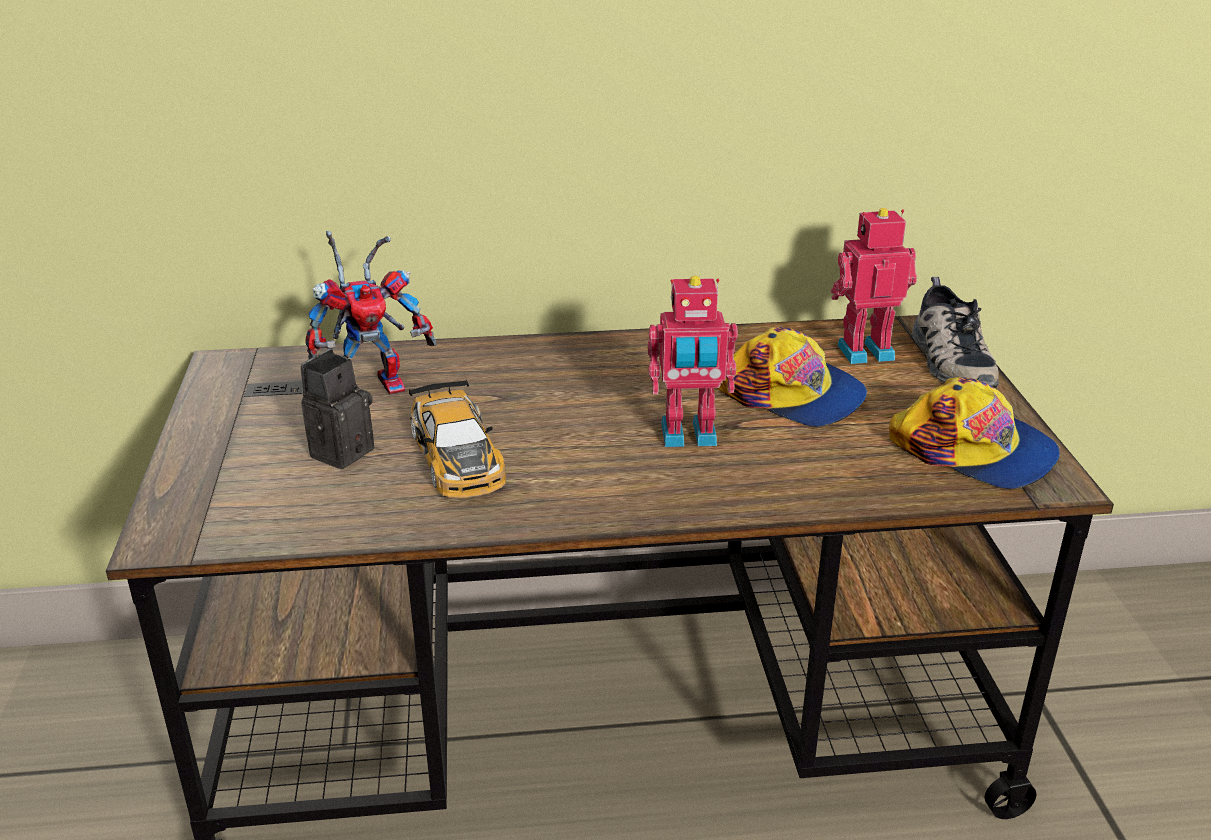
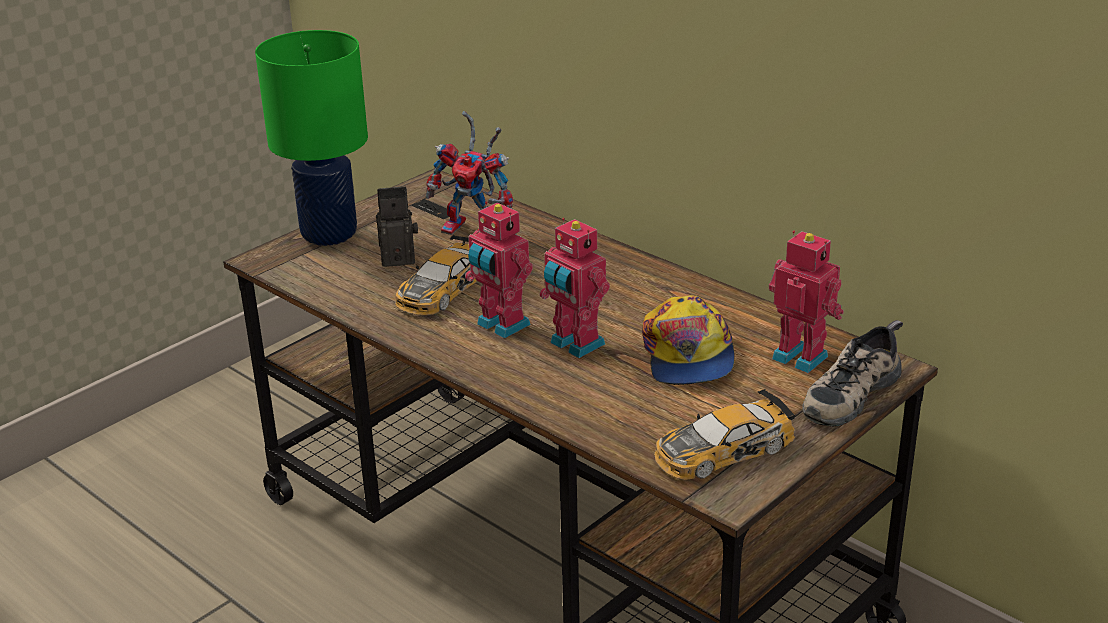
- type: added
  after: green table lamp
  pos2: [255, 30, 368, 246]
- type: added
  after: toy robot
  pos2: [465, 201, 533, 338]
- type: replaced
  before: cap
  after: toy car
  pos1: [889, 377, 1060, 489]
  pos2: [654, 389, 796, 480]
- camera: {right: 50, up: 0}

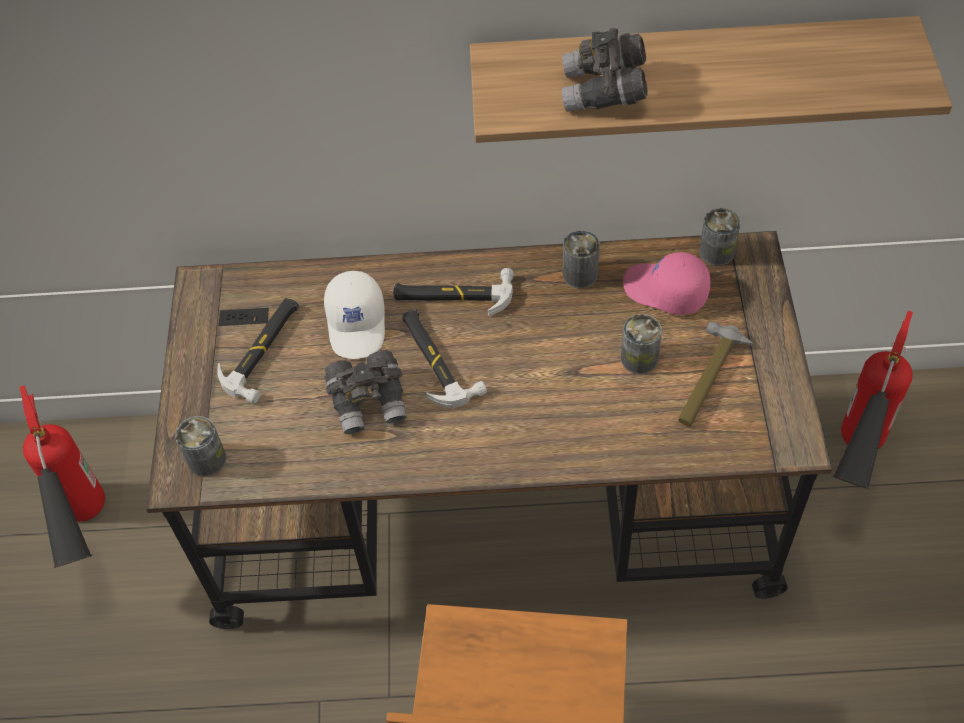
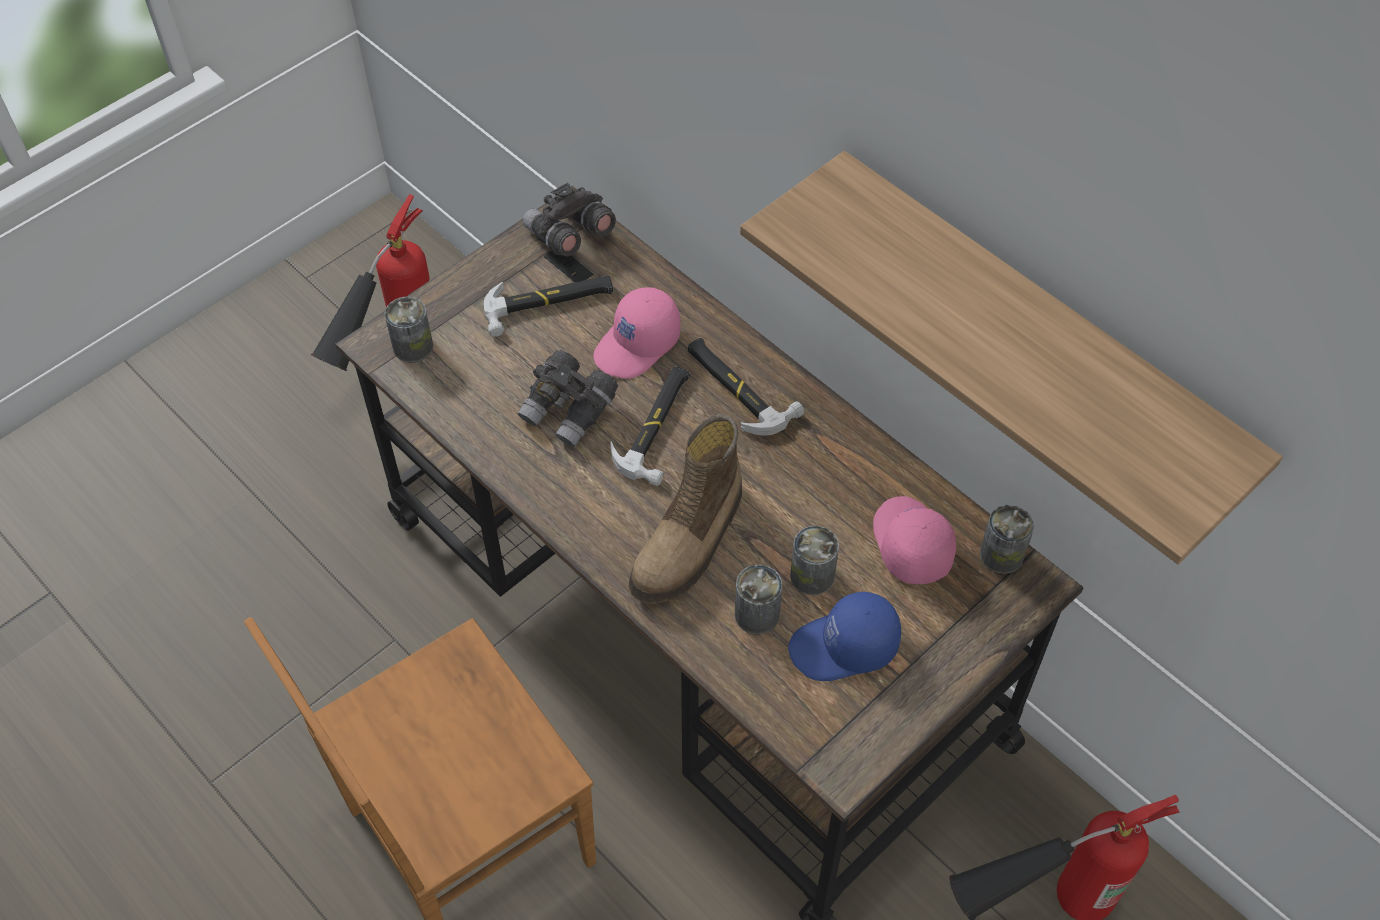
- type: added
  after: boot
  pos2: [629, 414, 742, 604]
- type: moved
  before: grey binoculars
  pos1: [562, 28, 648, 112]
  pos2: [523, 183, 616, 256]
- type: moved
  before: can
  pos1: [563, 230, 600, 289]
  pos2: [735, 564, 782, 635]
- type: replaced
  before: hammer
  after: blue cap
  pos1: [678, 322, 753, 426]
  pos2: [788, 591, 901, 681]
- type: recoloured
  before: white cap
  after: pink cap
  pos1: [324, 271, 385, 359]
  pos2: [593, 287, 680, 379]
- camera: {right: 45, up: 0}

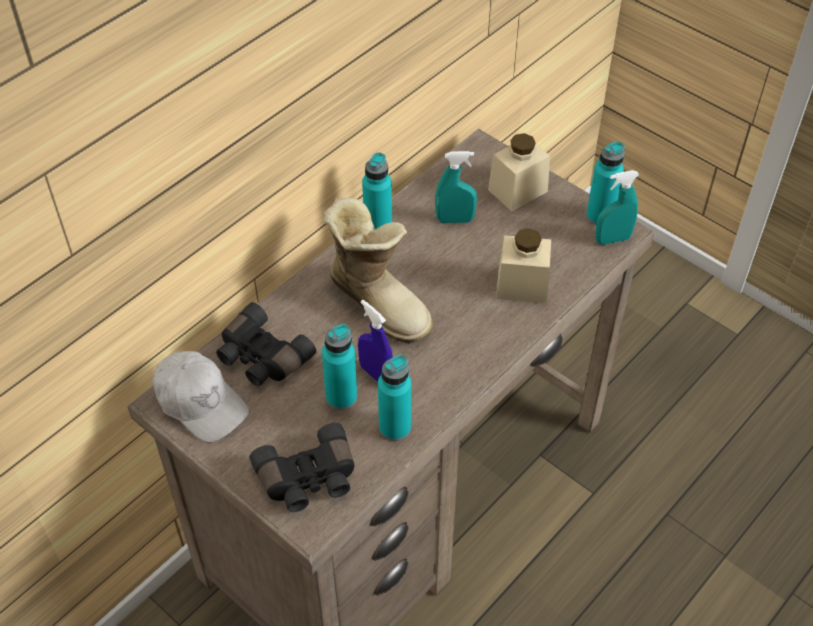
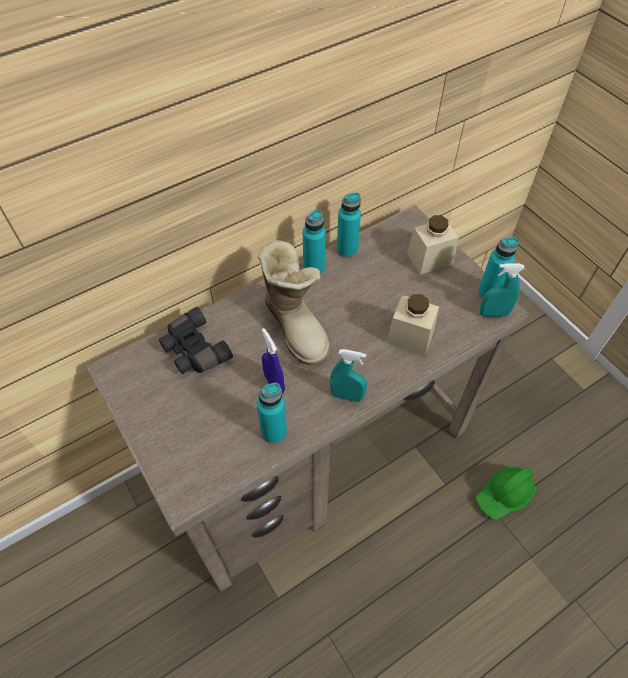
- type: removed
  before: white cap
  pos1: [152, 351, 249, 443]
- type: removed
  before: black binoculars
  pos1: [250, 423, 354, 512]
- type: added
  after: green hard hat
  pos2: [475, 466, 536, 520]
- type: moved
  before: turquoise bottle
  pos1: [322, 324, 357, 410]
  pos2: [337, 192, 361, 257]
- type: moved
  before: turquoise spray bottle
  pos1: [435, 151, 477, 223]
  pos2: [330, 349, 367, 402]
- camera: {right: 15, up: 5}

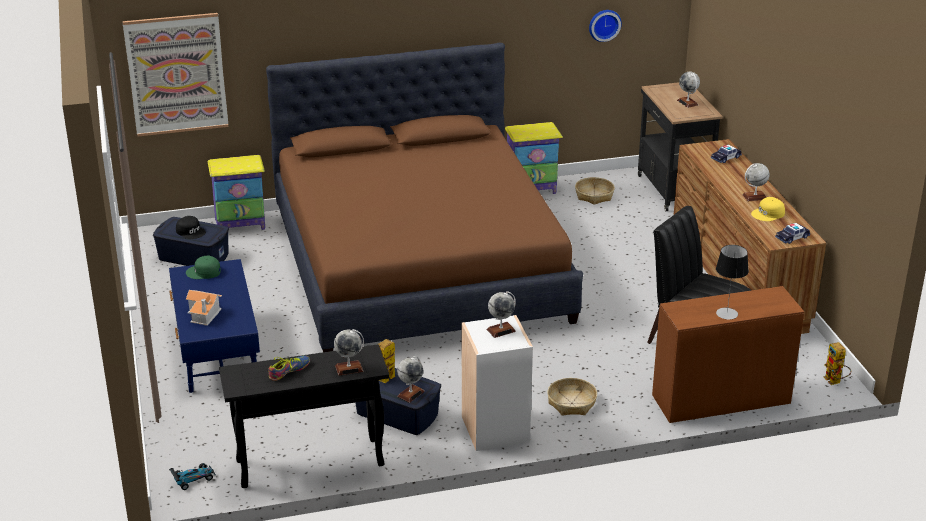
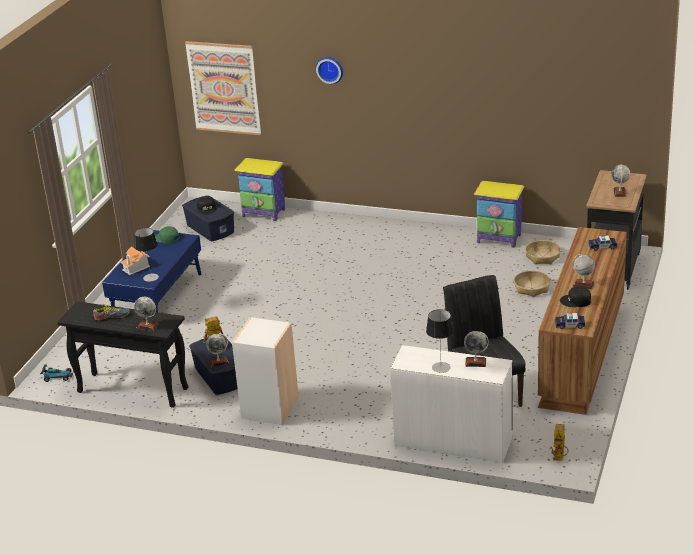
- type: removed
  before: brown bed
  pos1: [266, 43, 583, 352]
- type: added
  after: table lamp
  pos2: [135, 228, 159, 282]
- type: moved
  before: globe
  pos1: [487, 291, 516, 338]
  pos2: [464, 331, 489, 367]
- type: moved
  before: basket
  pos1: [547, 378, 597, 416]
  pos2: [514, 271, 551, 297]
- type: moved
  before: wall clock
  pos1: [589, 10, 622, 42]
  pos2: [316, 57, 343, 84]
- type: recoloured
  before: brown desk
  after: white desk
  pos1: [652, 286, 804, 423]
  pos2: [390, 345, 513, 463]
- type: recoloured
  before: yellow cap
  after: black cap
  pos1: [751, 197, 785, 221]
  pos2: [560, 286, 591, 307]
- camera: {right: 35, up: 0}

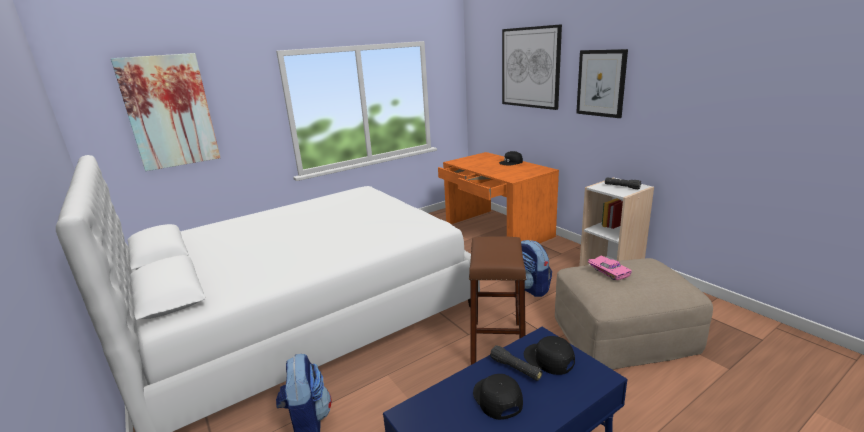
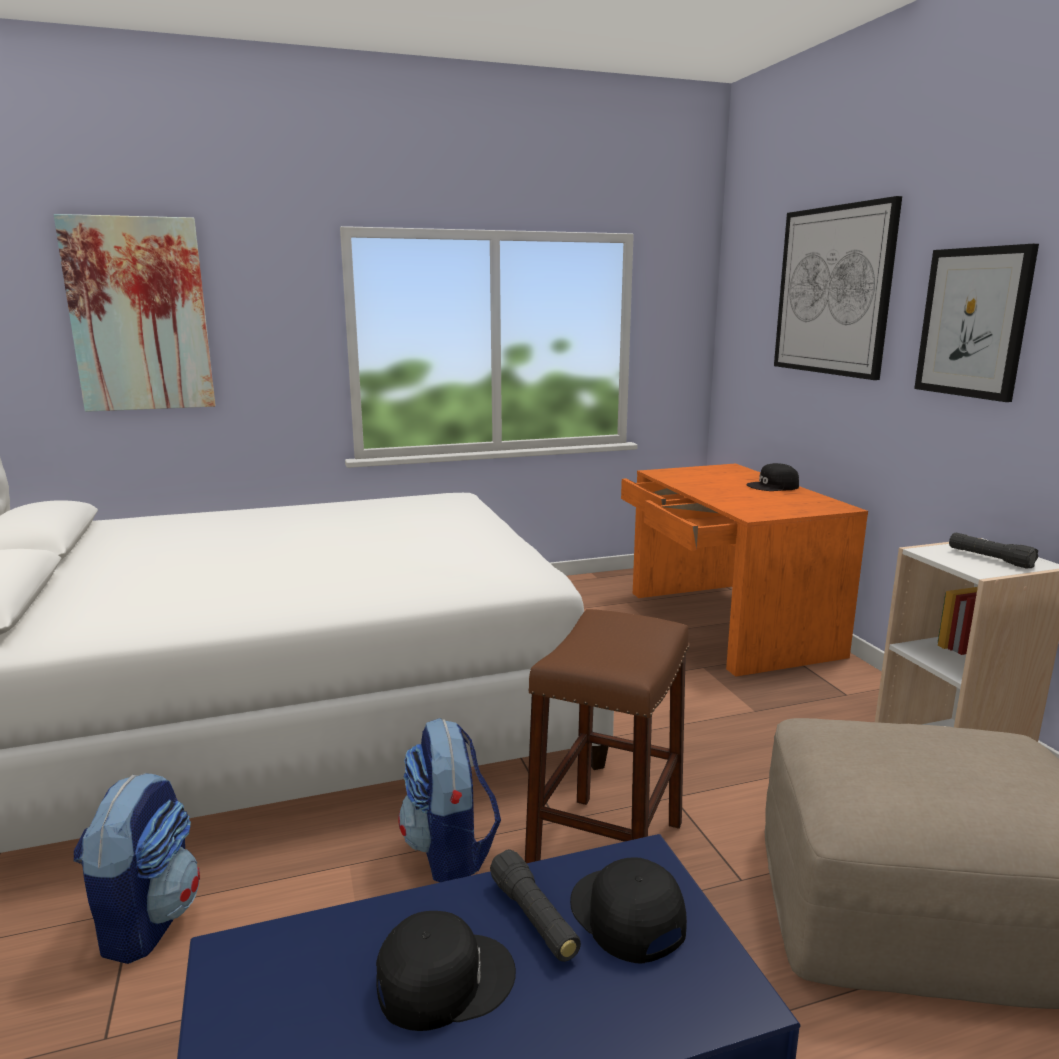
- type: removed
  before: pink toy car
  pos1: [588, 255, 632, 280]
- type: moved
  before: backpack
  pos1: [521, 240, 552, 297]
  pos2: [398, 718, 501, 882]
- type: turned
  before: black cap
  pos1: [473, 374, 523, 420]
  pos2: [376, 911, 516, 1031]
  turn: 75
- camera: {right: 15, up: -5}

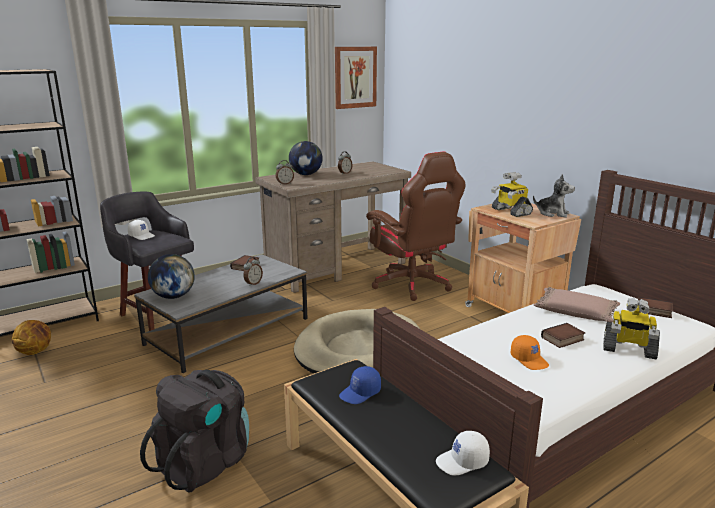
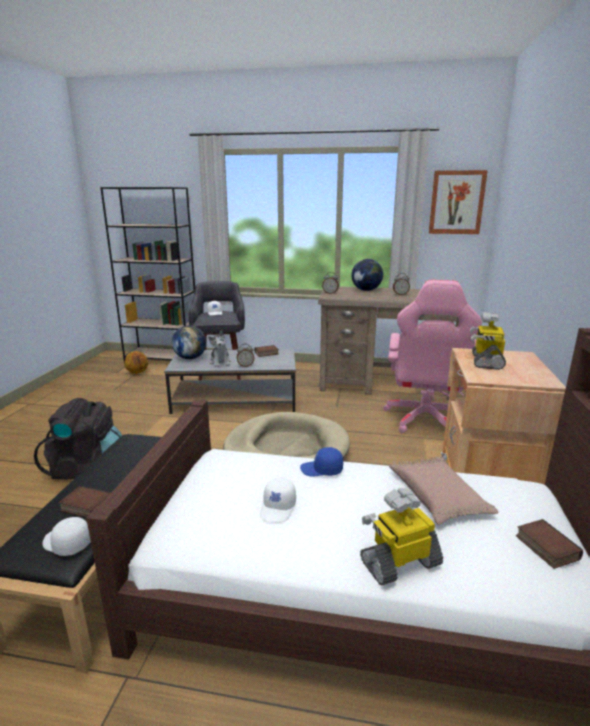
- type: moved
  before: blue cap
  pos1: [339, 366, 381, 404]
  pos2: [300, 447, 343, 477]
- type: moved
  before: plush toy
  pos1: [533, 174, 575, 218]
  pos2: [208, 331, 231, 367]
- type: moved
  before: book
  pos1: [541, 323, 585, 348]
  pos2: [58, 486, 112, 518]
- type: recoloured
  before: brown office chair
  after: pink office chair
  pos1: [366, 152, 465, 301]
  pos2: [383, 280, 482, 433]
- type: recoloured
  before: orange cap
  after: white cap
  pos1: [511, 335, 549, 370]
  pos2: [260, 478, 296, 523]
- type: turned
  before: toy robot
  pos1: [603, 298, 660, 360]
  pos2: [360, 488, 443, 585]
  turn: 90
- camera: {right: 45, up: 0}

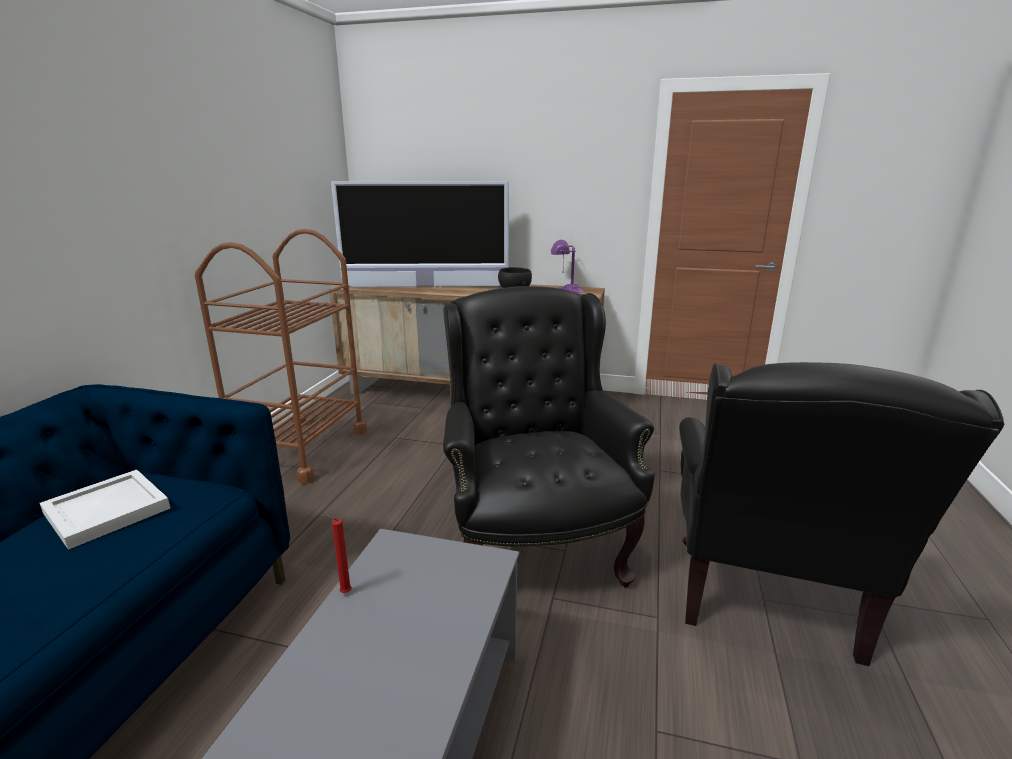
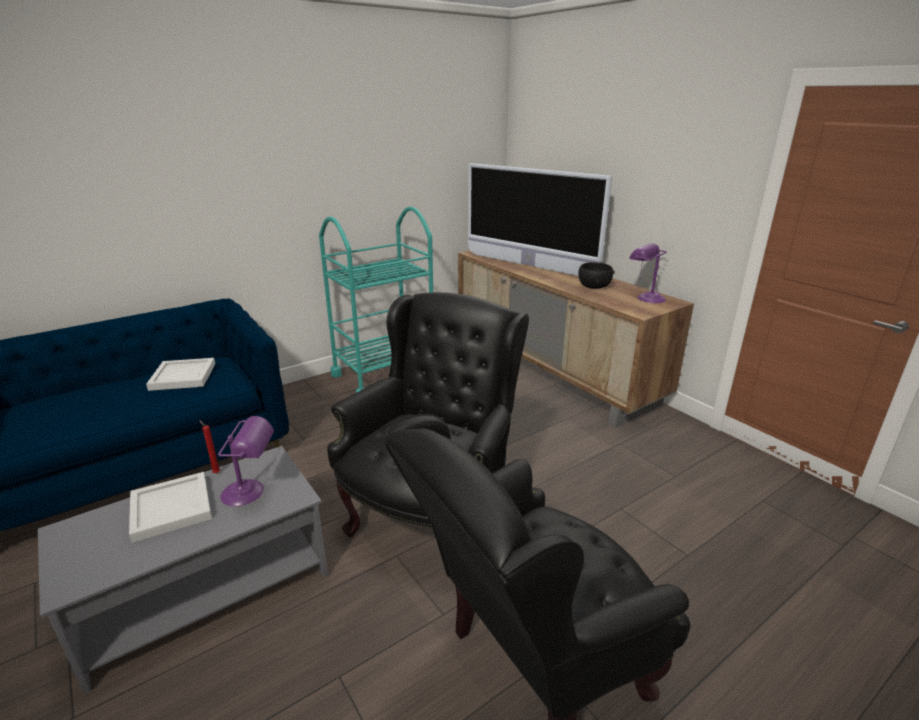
- type: added
  after: white tray
  pos2: [129, 472, 212, 543]
- type: added
  after: purple table lamp
  pos2: [218, 416, 274, 506]
- type: recoloured
  before: brown cart
  after: turquoise cart
  pos1: [195, 229, 367, 484]
  pos2: [319, 207, 433, 393]
- camera: {right: 40, up: 5}

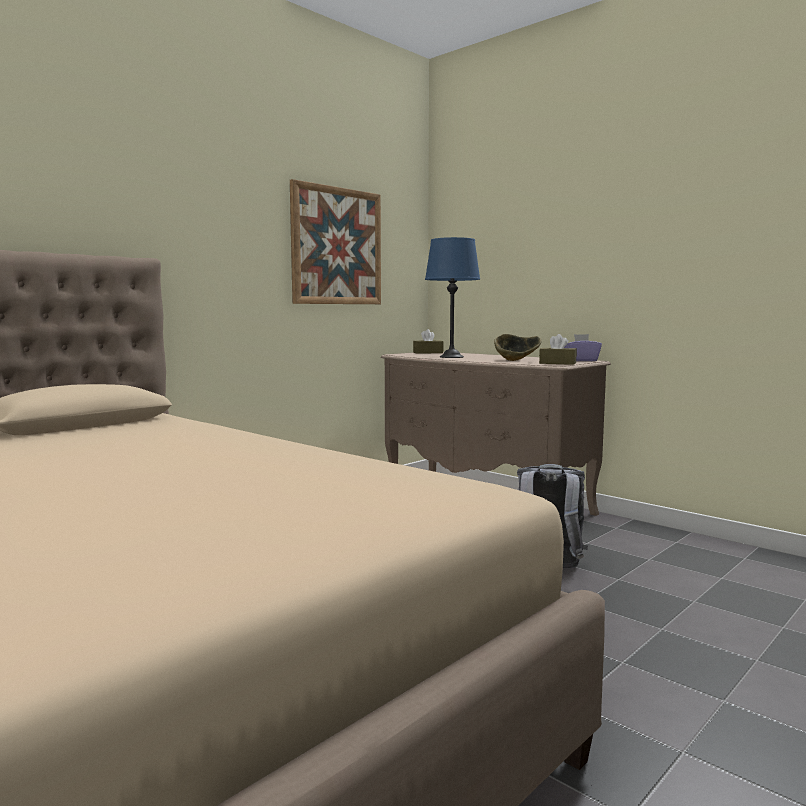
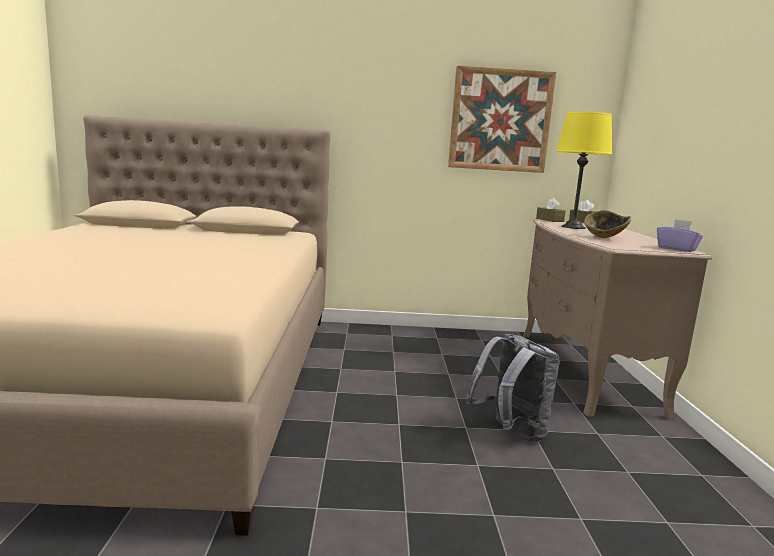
- type: moved
  before: brown tissue box
  pos1: [539, 334, 577, 365]
  pos2: [536, 198, 565, 222]
- type: recoloured
  before: blue table lamp
  after: yellow table lamp
  pos1: [425, 237, 480, 358]
  pos2: [556, 112, 612, 229]
- camera: {right: 45, up: 5}

